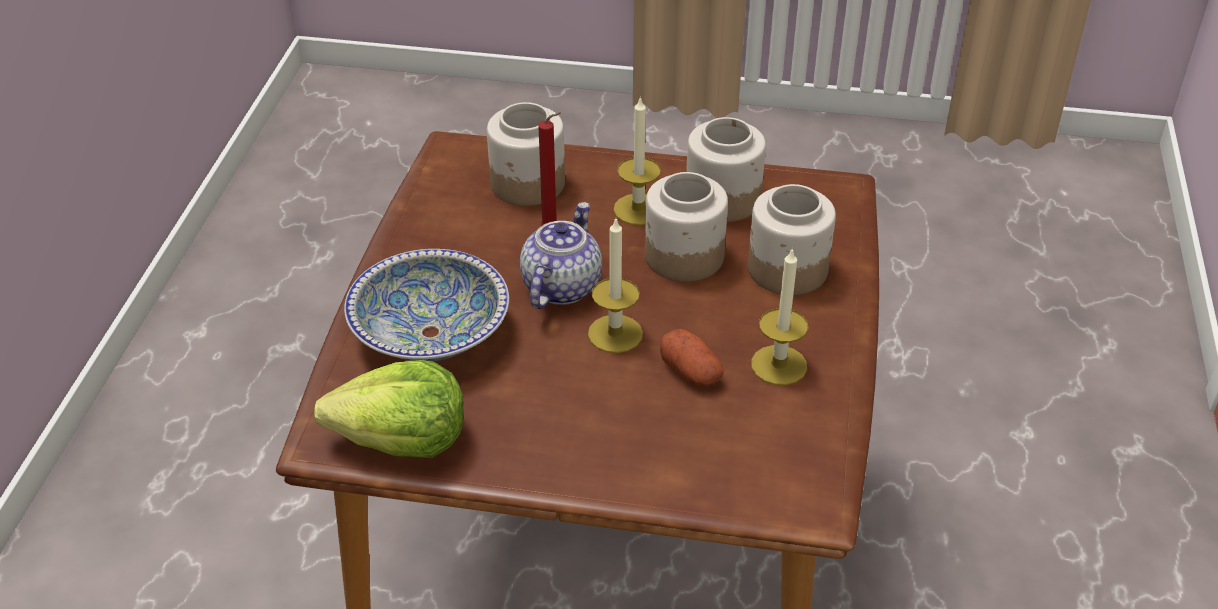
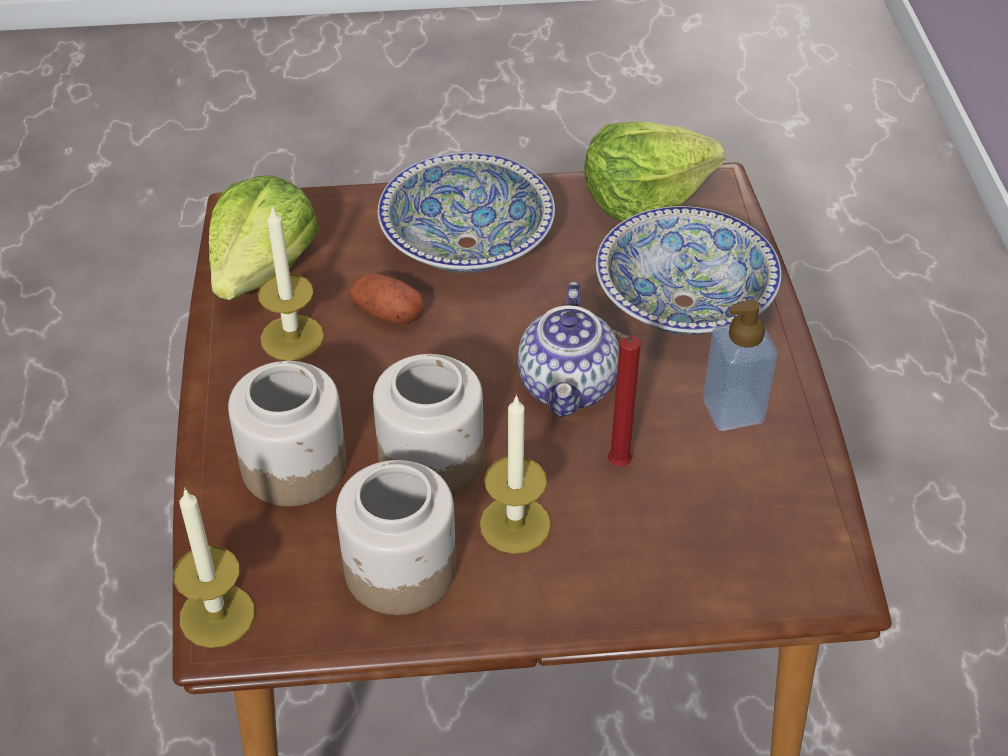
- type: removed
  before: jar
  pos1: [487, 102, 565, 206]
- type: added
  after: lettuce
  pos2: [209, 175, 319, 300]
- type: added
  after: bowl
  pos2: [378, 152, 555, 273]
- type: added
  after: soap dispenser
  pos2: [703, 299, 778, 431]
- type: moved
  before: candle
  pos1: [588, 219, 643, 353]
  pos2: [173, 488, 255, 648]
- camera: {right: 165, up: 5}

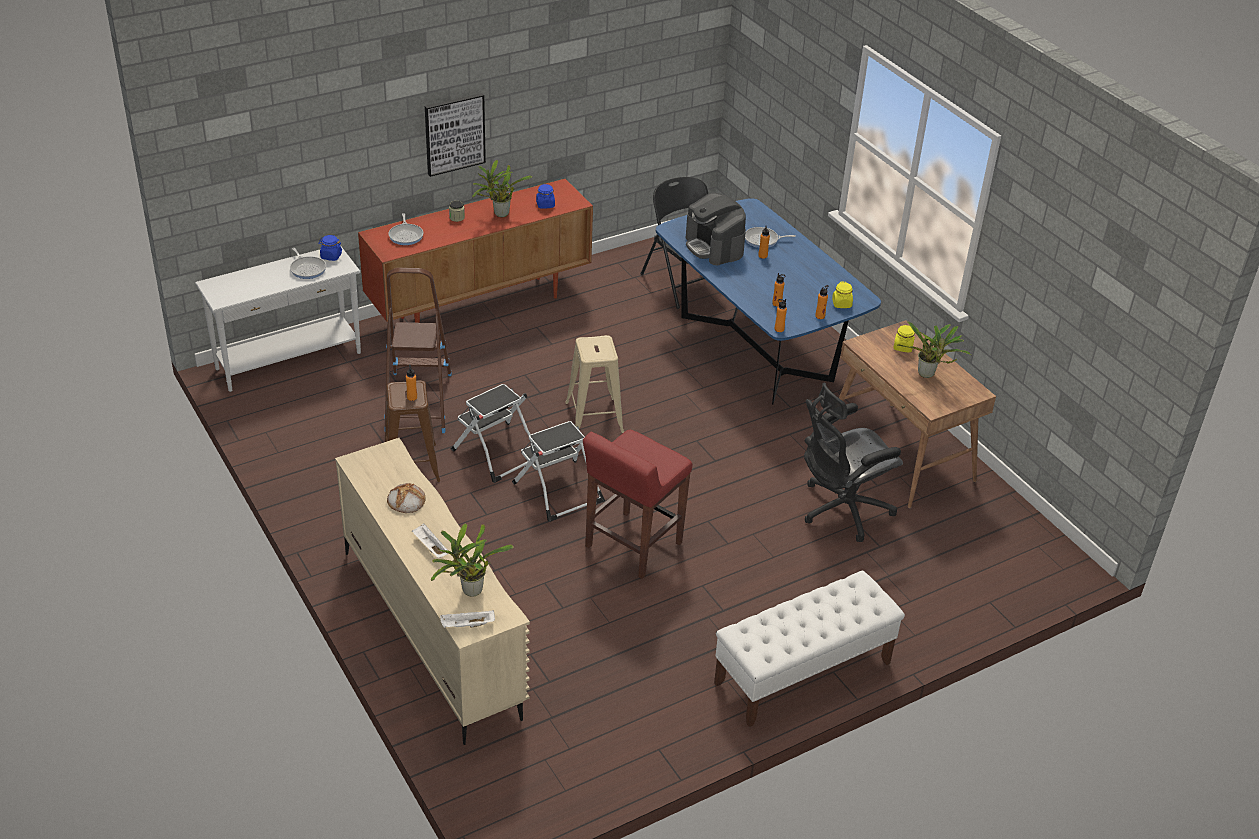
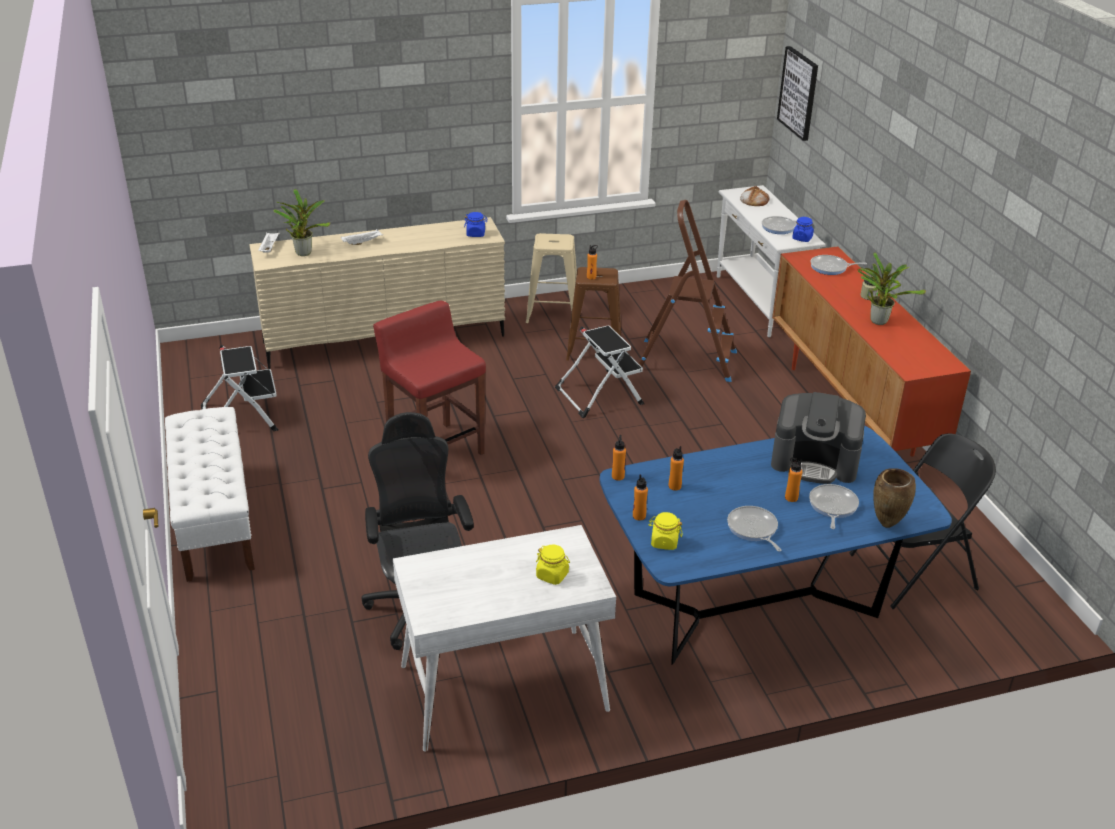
- type: removed
  before: potted plant
  pos1: [897, 321, 972, 378]
- type: added
  after: frying pan
  pos2: [727, 506, 782, 552]
- type: added
  after: brown vase
  pos2: [873, 468, 916, 528]
- type: moved
  before: bread
  pos1: [387, 483, 426, 513]
  pos2: [740, 186, 770, 206]
- type: moved
  before: picture
  pos1: [425, 93, 486, 177]
  pos2: [777, 46, 818, 141]
- type: moved
  before: step ladder
  pos1: [512, 421, 605, 522]
  pos2: [201, 345, 278, 431]
- type: moved
  before: blue jar
  pos1: [536, 184, 555, 209]
  pos2: [464, 212, 488, 237]
- type: moved
  before: beige stool
  pos1: [565, 335, 624, 433]
  pos2: [526, 233, 577, 323]
- type: recoloured
  before: brown desk
  after: white desk
  pos1: [839, 320, 996, 508]
  pos2: [393, 525, 616, 752]
- type: turned
  before: coffee machine
  pos1: [686, 193, 746, 265]
  pos2: [771, 392, 866, 484]
  turn: -150
- camera: {right: 105, up: -5}

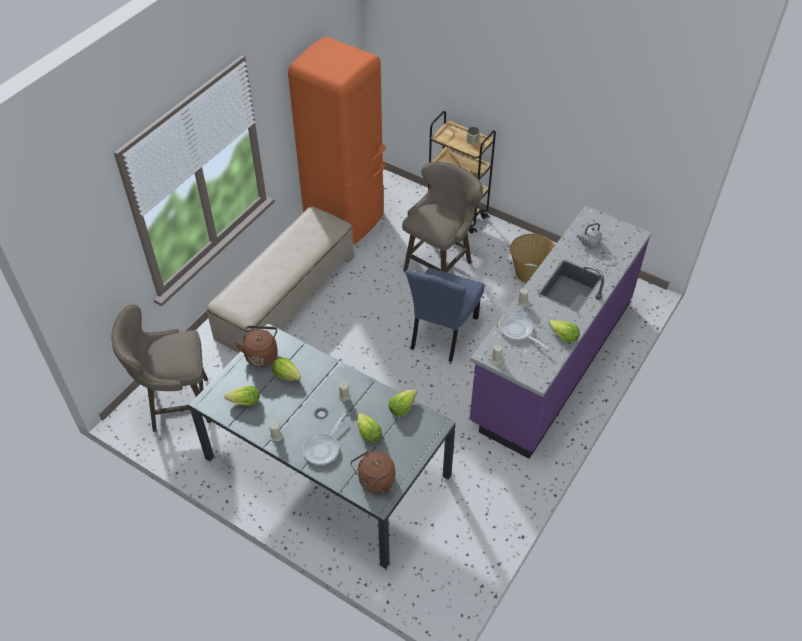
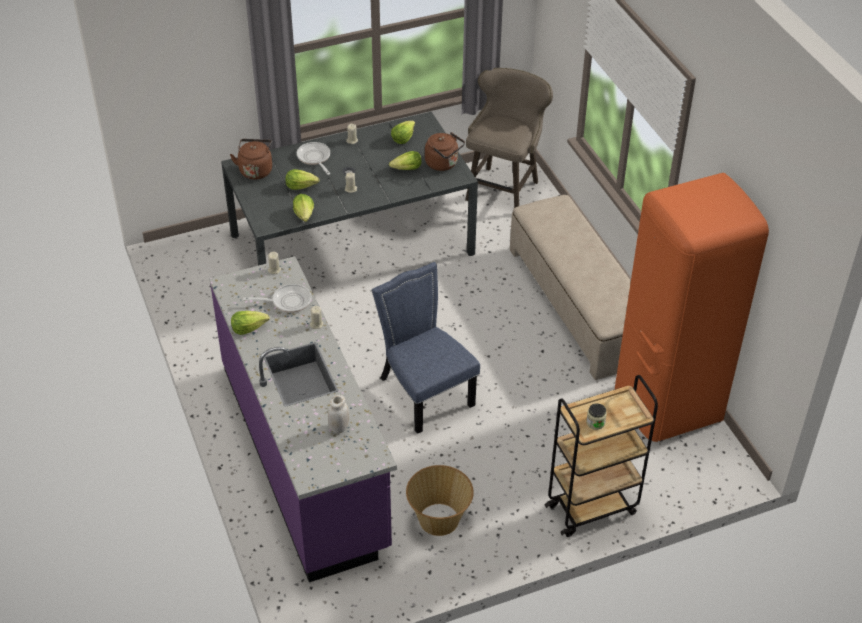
- type: removed
  before: beige stool
  pos1: [402, 161, 483, 272]
- type: replaced
  before: grey kettle
  after: white jar
  pos1: [577, 223, 602, 247]
  pos2: [328, 395, 349, 434]
- camera: {right: 125, up: -5}

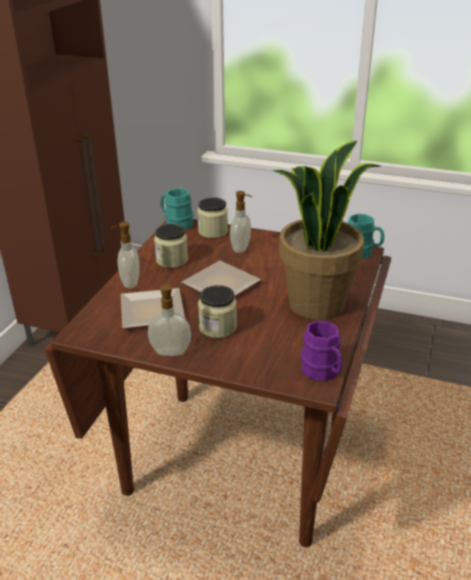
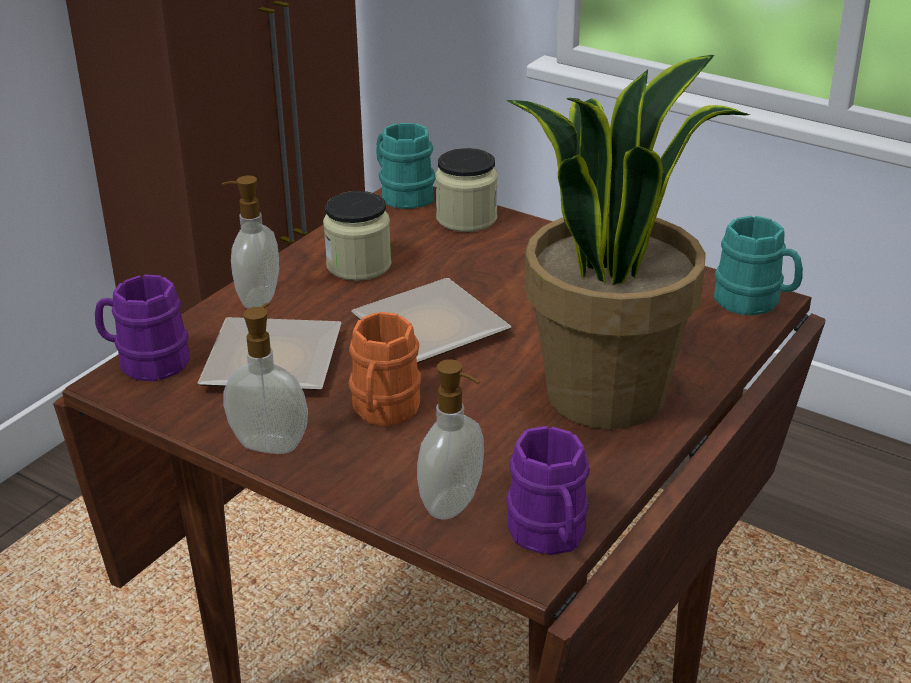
- type: added
  after: purple mug
  pos2: [95, 274, 190, 381]
- type: moved
  before: soap dispenser
  pos1: [230, 191, 252, 253]
  pos2: [417, 359, 484, 519]
- type: replaced
  before: jar
  after: orange mug
  pos1: [198, 285, 237, 338]
  pos2: [349, 312, 421, 426]
- camera: {right: 15, up: 0}

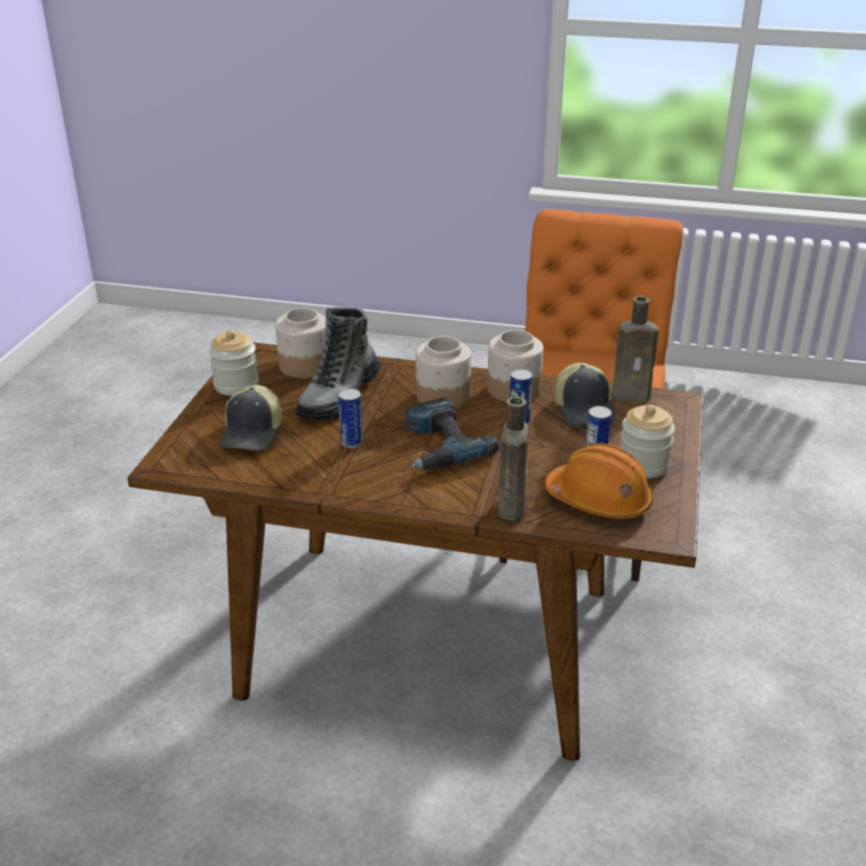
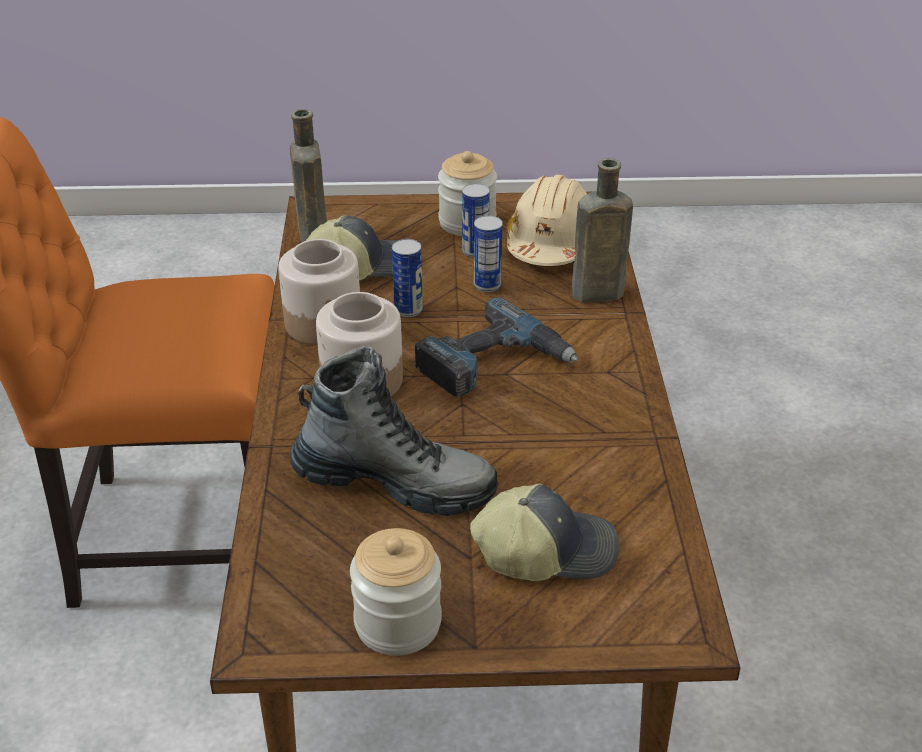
- type: removed
  before: jar
  pos1: [275, 308, 326, 378]
- type: moved
  before: can
  pos1: [338, 388, 363, 448]
  pos2: [474, 215, 503, 292]
- type: recoloured
  before: orange hard hat
  after: beige hard hat
  pos1: [545, 443, 654, 519]
  pos2: [507, 174, 587, 266]
- camera: {right: -105, up: 5}

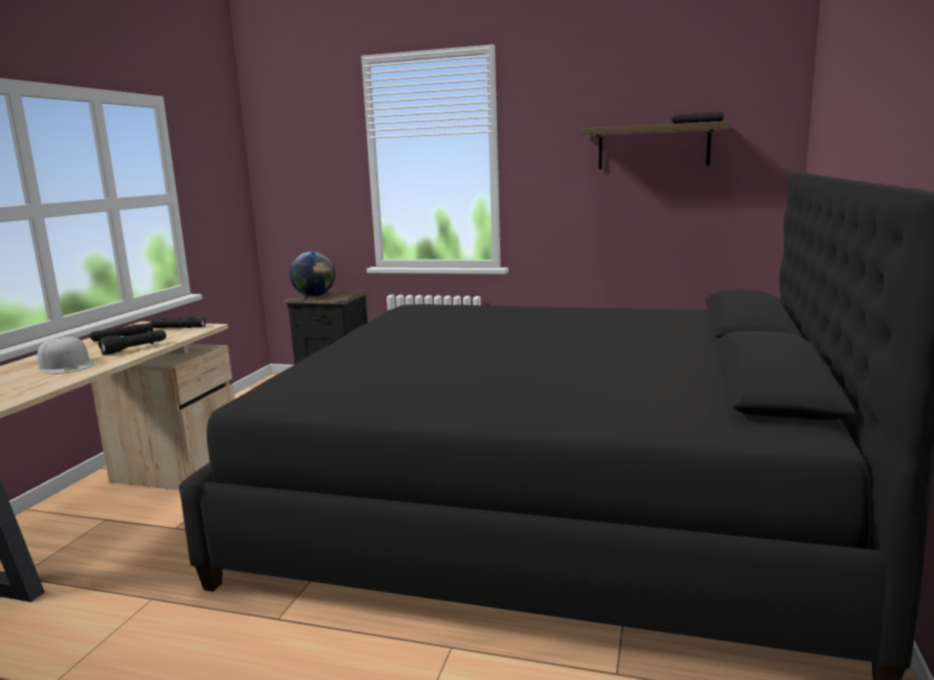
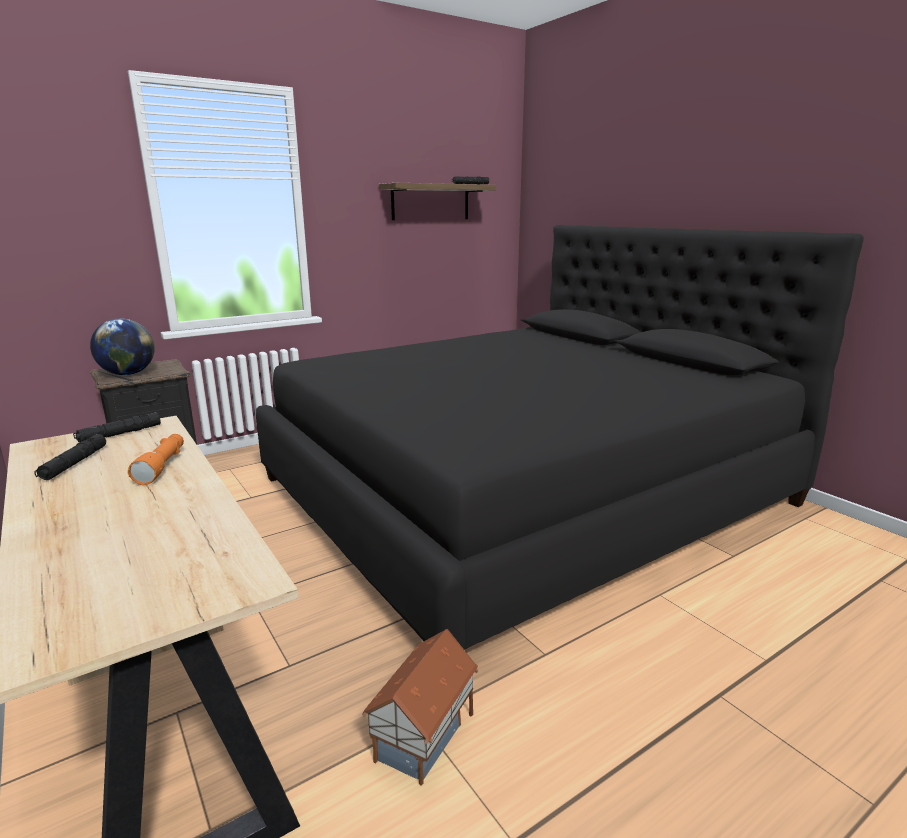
- type: removed
  before: white cap
  pos1: [37, 337, 94, 374]
- type: added
  after: toy house
  pos2: [362, 629, 479, 786]
- type: recoloured
  before: black flashlight
  after: orange flashlight
  pos1: [98, 330, 166, 355]
  pos2: [128, 434, 184, 485]
- camera: {right: -50, up: 5}

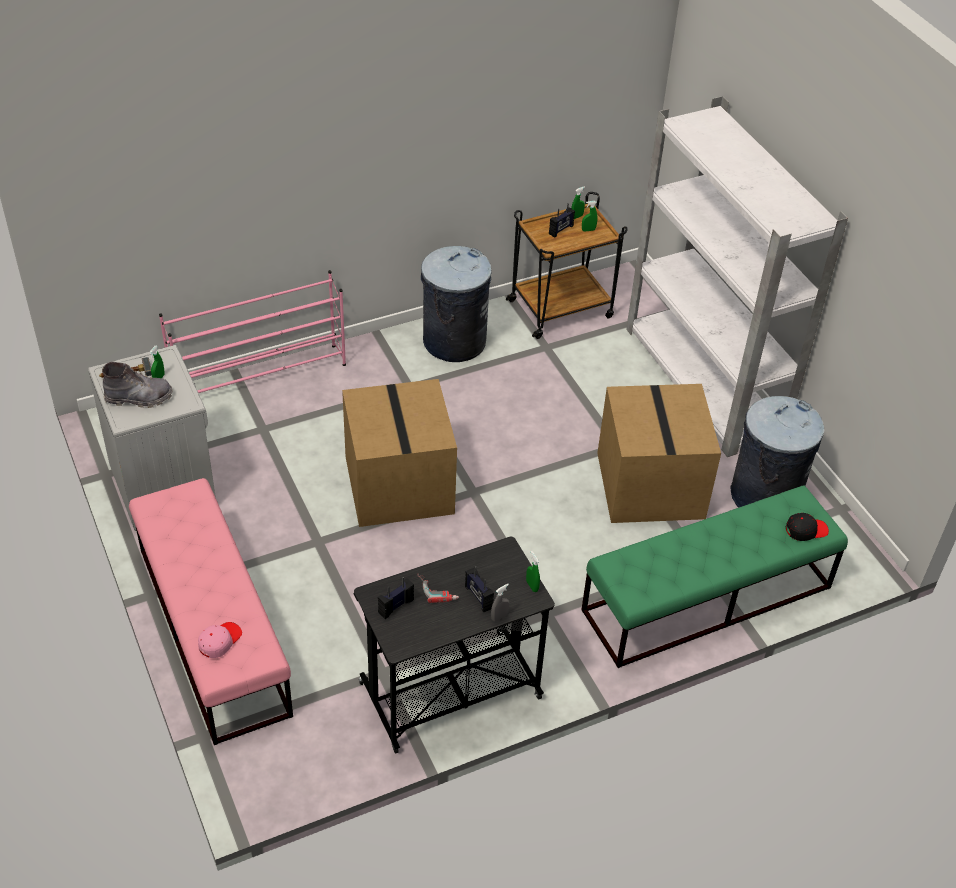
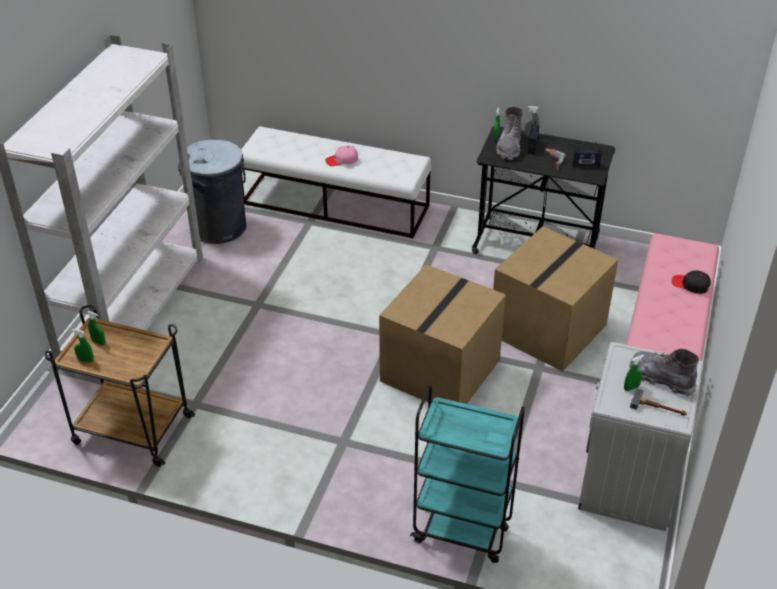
- type: removed
  before: grey trash can
  pos1: [421, 246, 492, 362]
- type: removed
  before: radio
  pos1: [549, 203, 575, 238]
- type: added
  after: grey boot
  pos2: [496, 107, 523, 160]
- type: moved
  before: pink cap
  pos1: [198, 622, 242, 658]
  pos2: [325, 146, 358, 166]
- type: moved
  before: cardboard box
  pos1: [597, 384, 721, 523]
  pos2: [493, 226, 618, 372]
- type: moved
  before: black cap
  pos1: [785, 513, 829, 541]
  pos2: [672, 270, 711, 294]
- type: replaced
  before: pink shoe rack
  after: turquoise cart
  pos1: [159, 270, 346, 393]
  pos2: [410, 385, 525, 563]
- type: recoloured
  before: green bench
  after: white bench
  pos1: [581, 486, 848, 668]
  pos2: [241, 127, 431, 238]
- camera: {right: -135, up: -5}

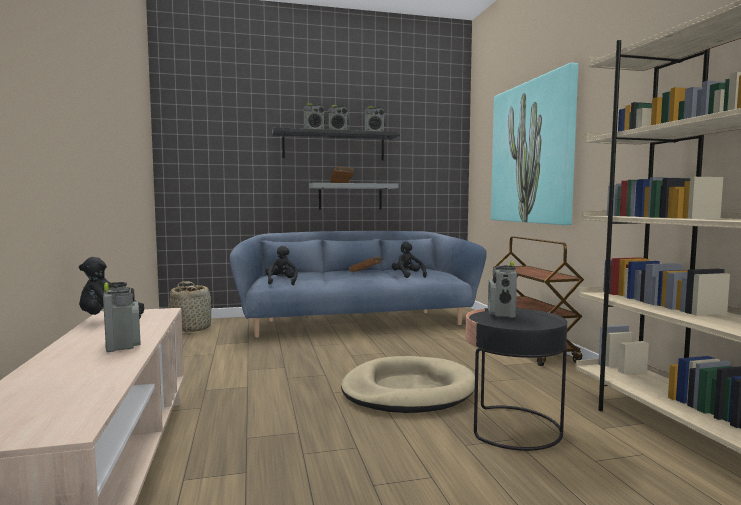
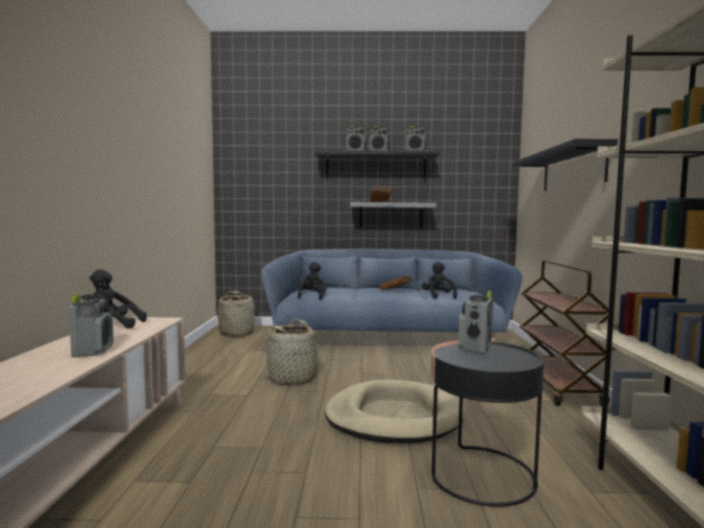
- type: added
  after: basket
  pos2: [262, 319, 329, 386]
- type: replaced
  before: picture
  after: black shelf
  pos1: [491, 63, 578, 225]
  pos2: [512, 139, 618, 191]
- camera: {right: 15, up: 0}

